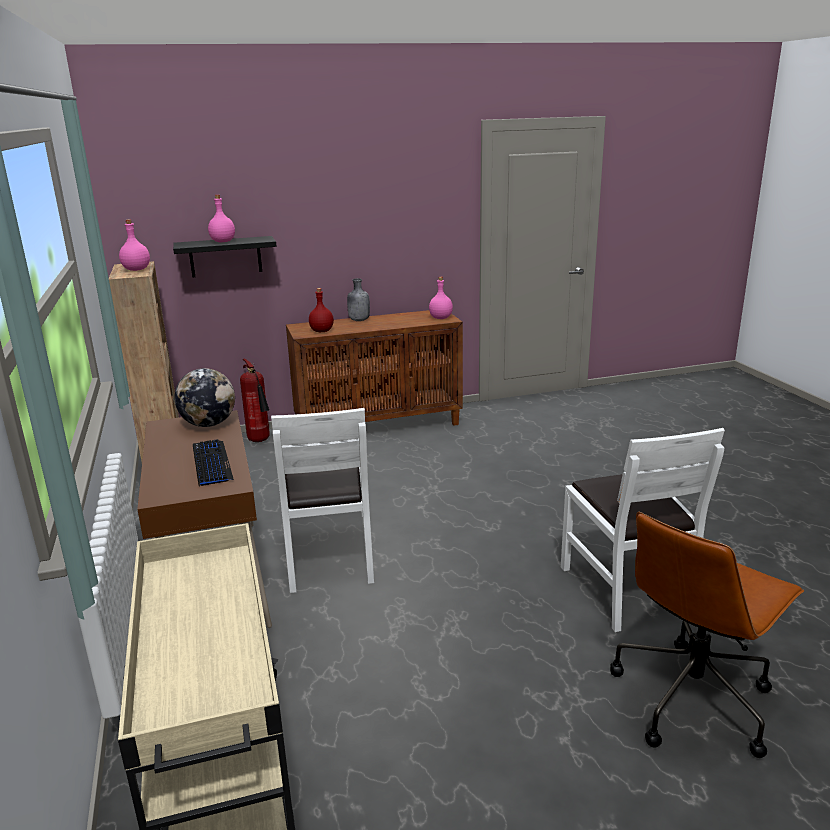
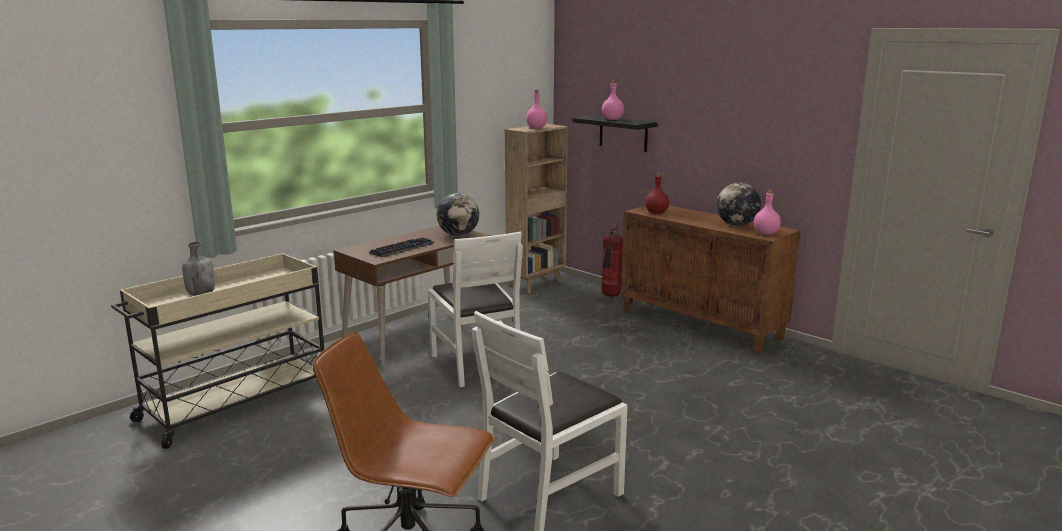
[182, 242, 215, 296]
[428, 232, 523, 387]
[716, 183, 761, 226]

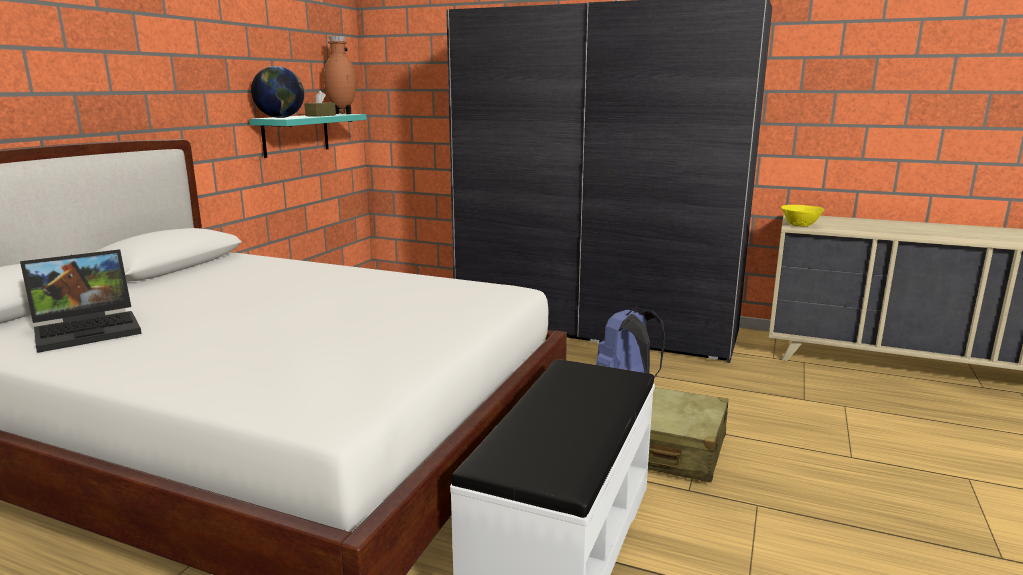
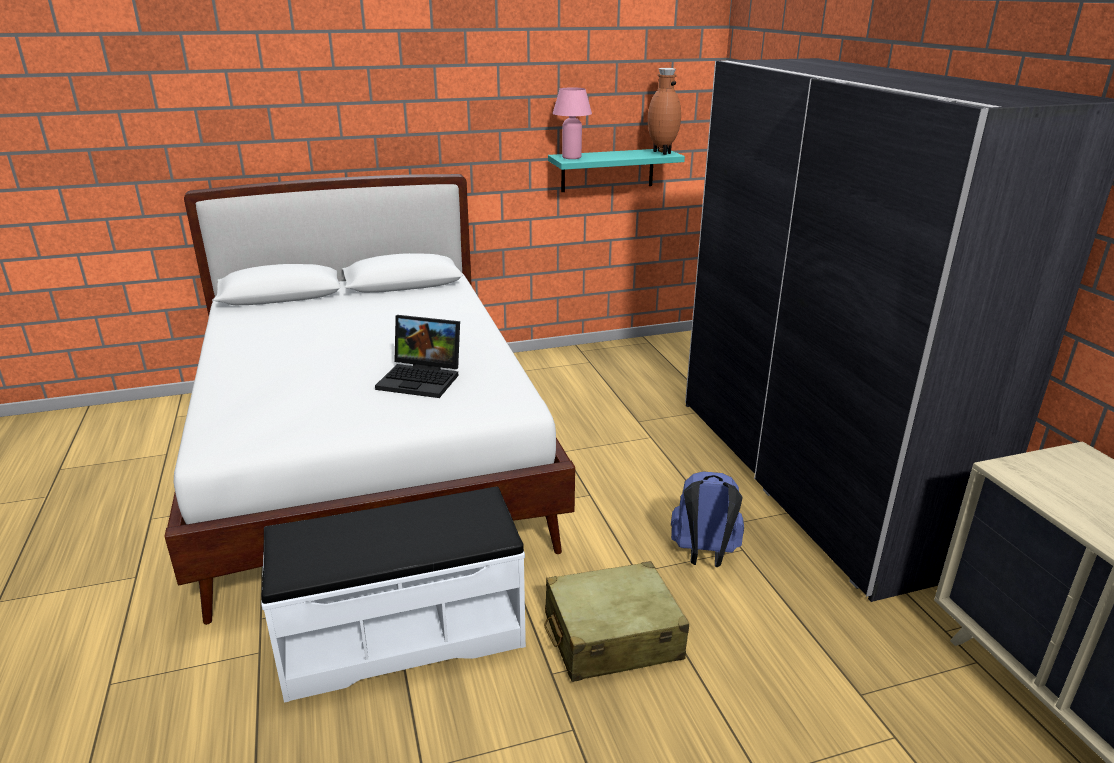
[553, 87, 592, 159]
[304, 91, 336, 117] (first image)
[781, 205, 825, 226] (first image)
[375, 315, 460, 398]

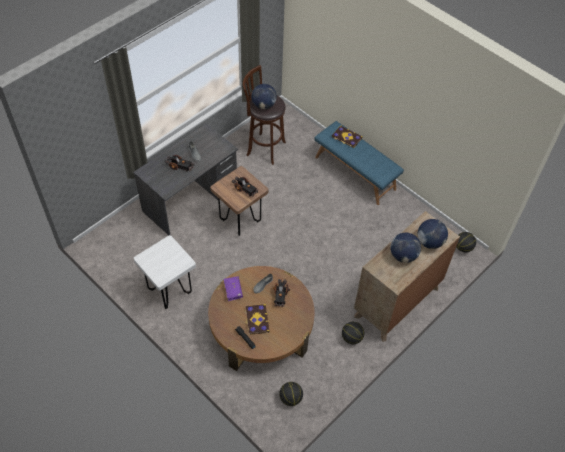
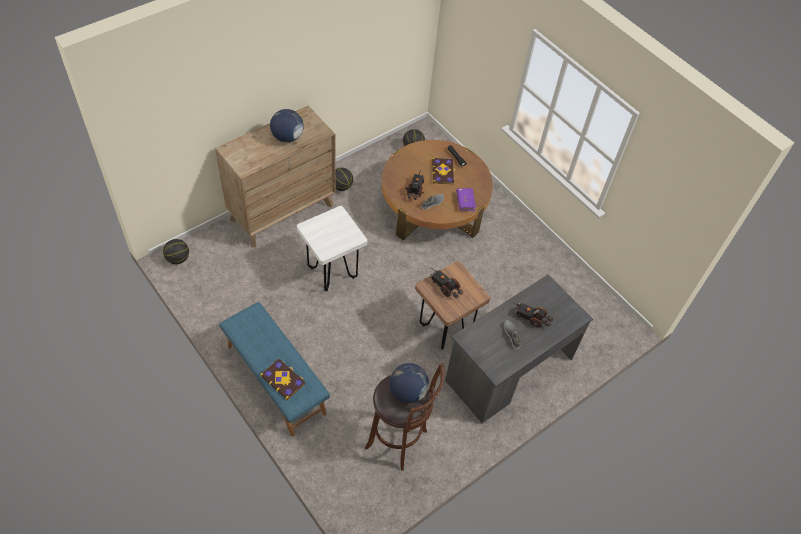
[418, 219, 448, 249] (first image)
[297, 206, 367, 291]

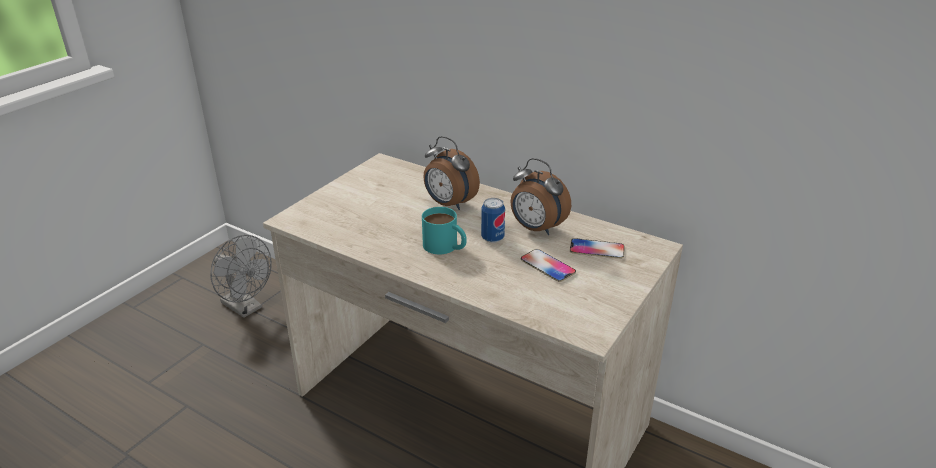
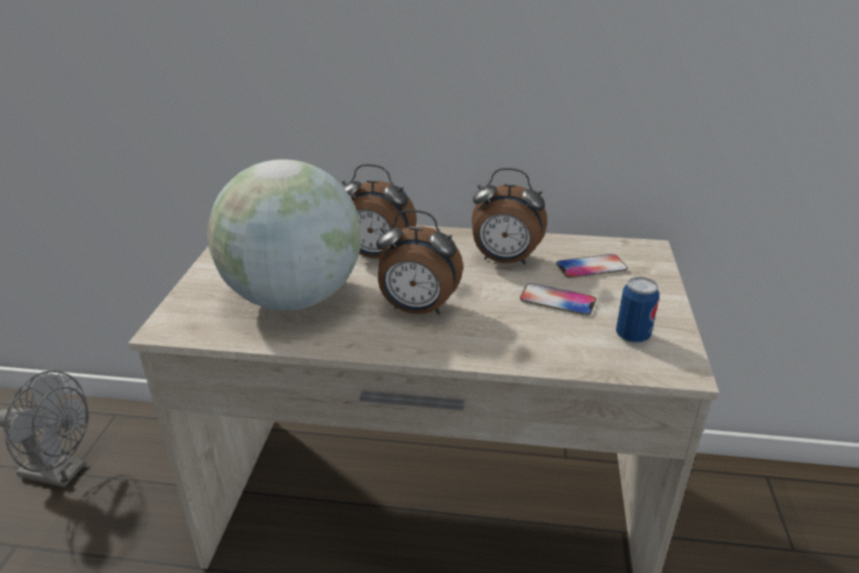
[616, 277, 659, 344]
[376, 210, 463, 314]
[207, 159, 361, 311]

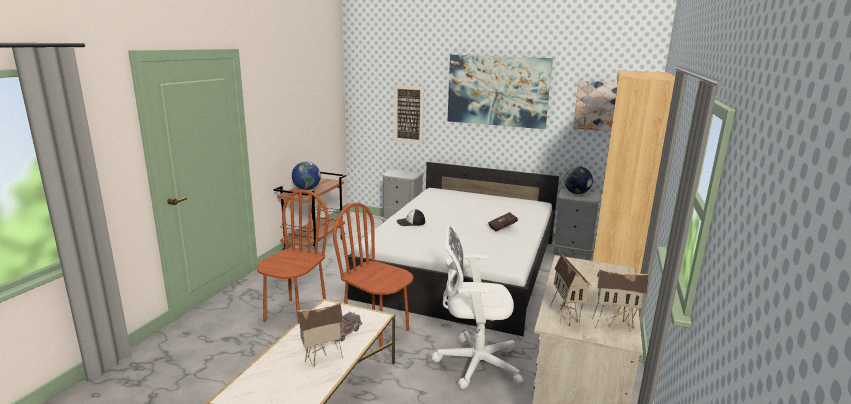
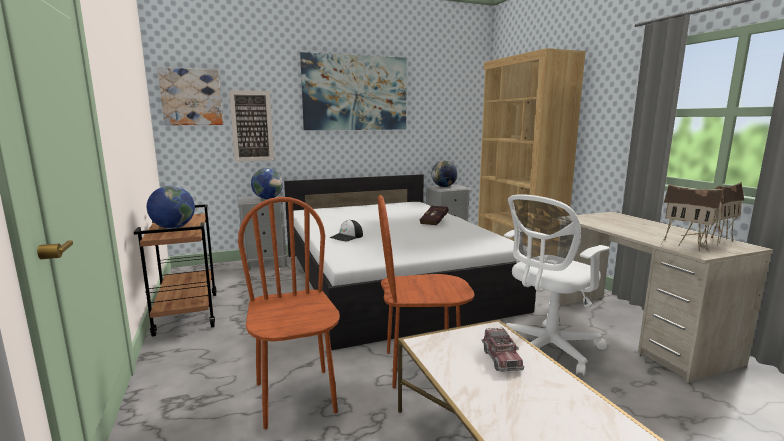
[158, 67, 223, 125]
[297, 303, 343, 367] (first image)
[251, 168, 283, 199]

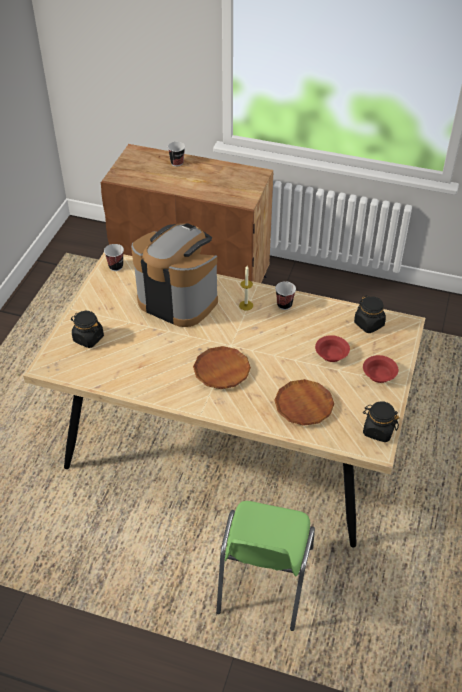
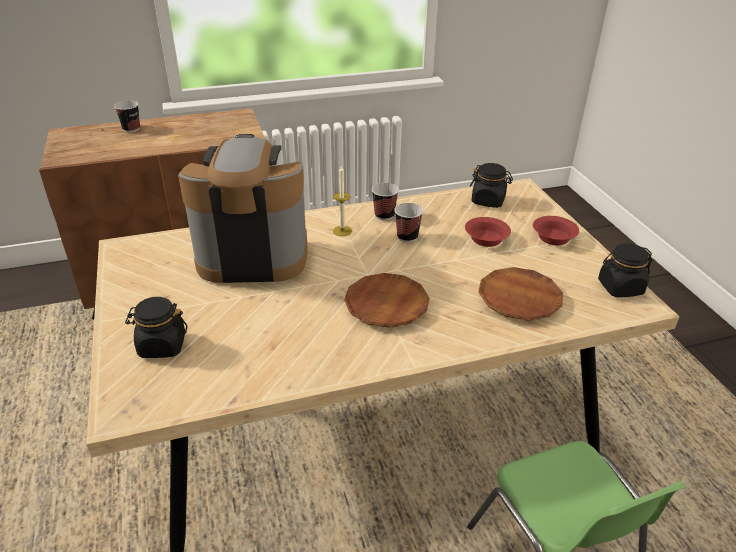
[394, 203, 423, 242]

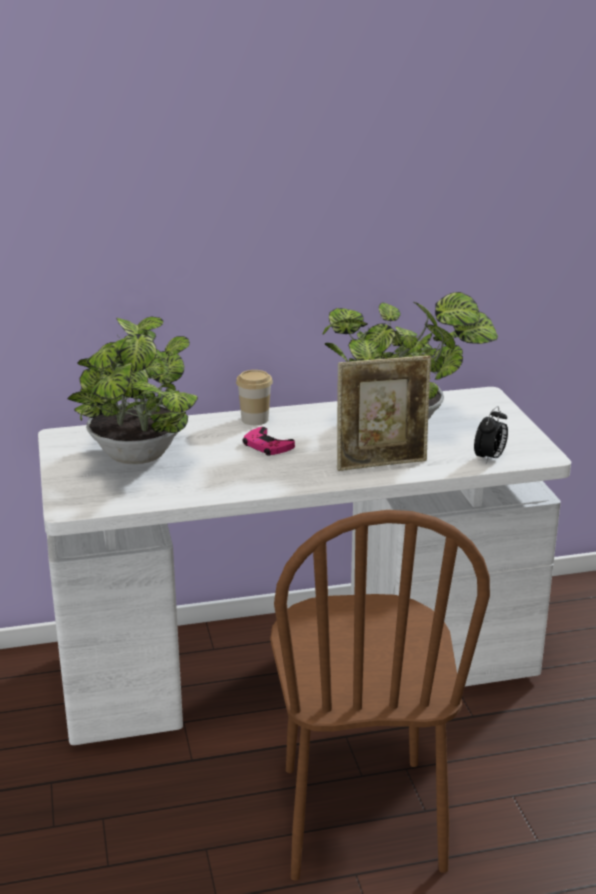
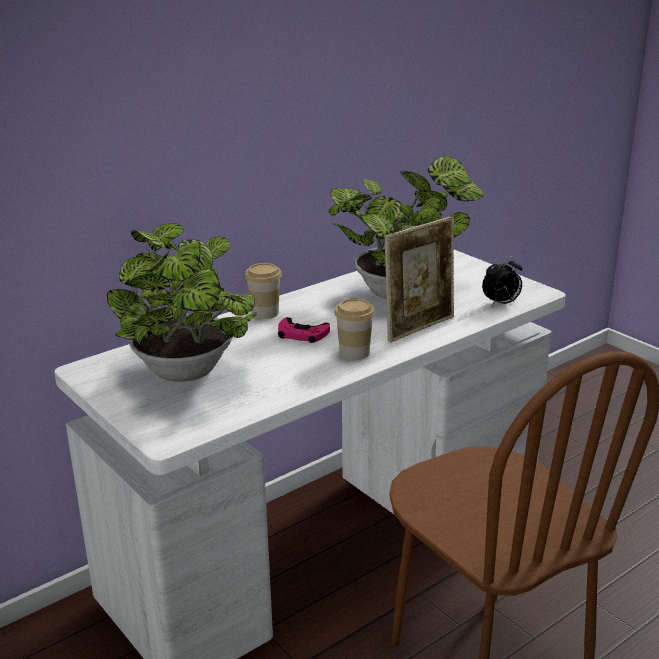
[482, 256, 523, 307]
[334, 299, 375, 360]

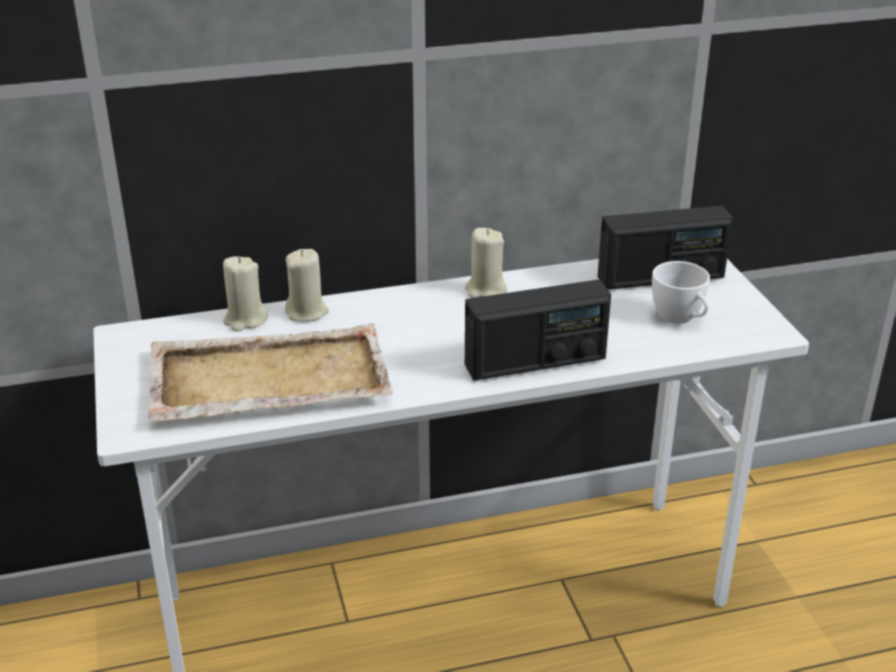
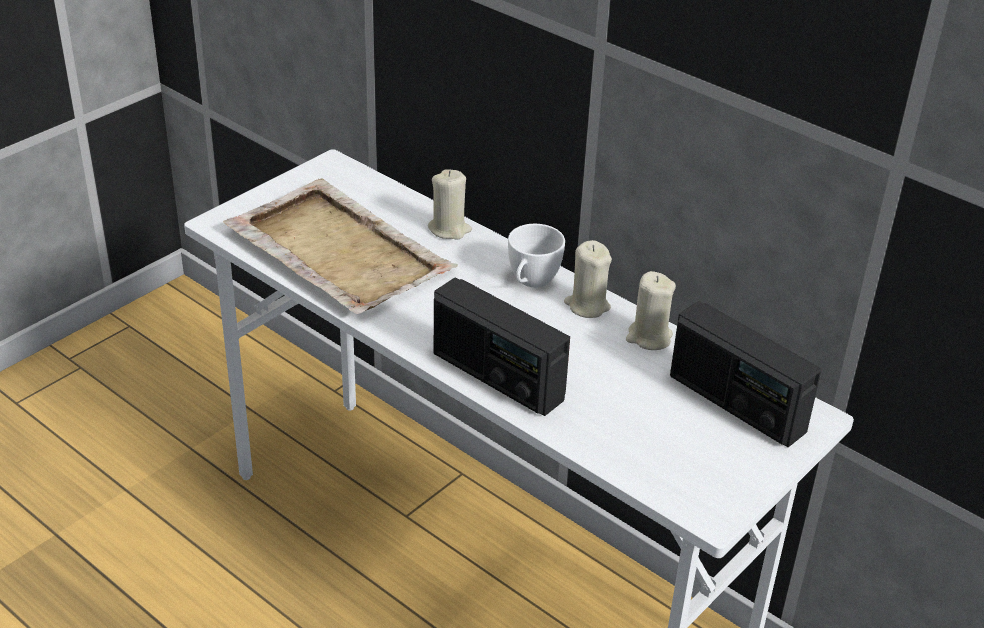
[626, 271, 676, 350]
[508, 224, 565, 287]

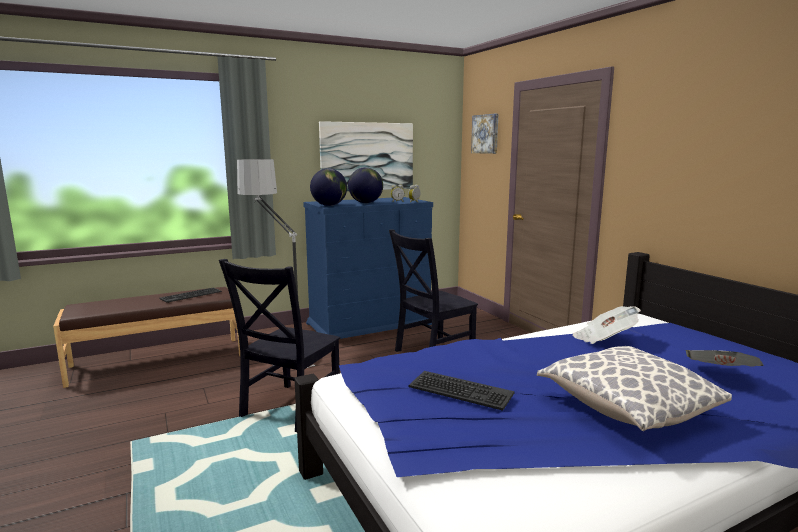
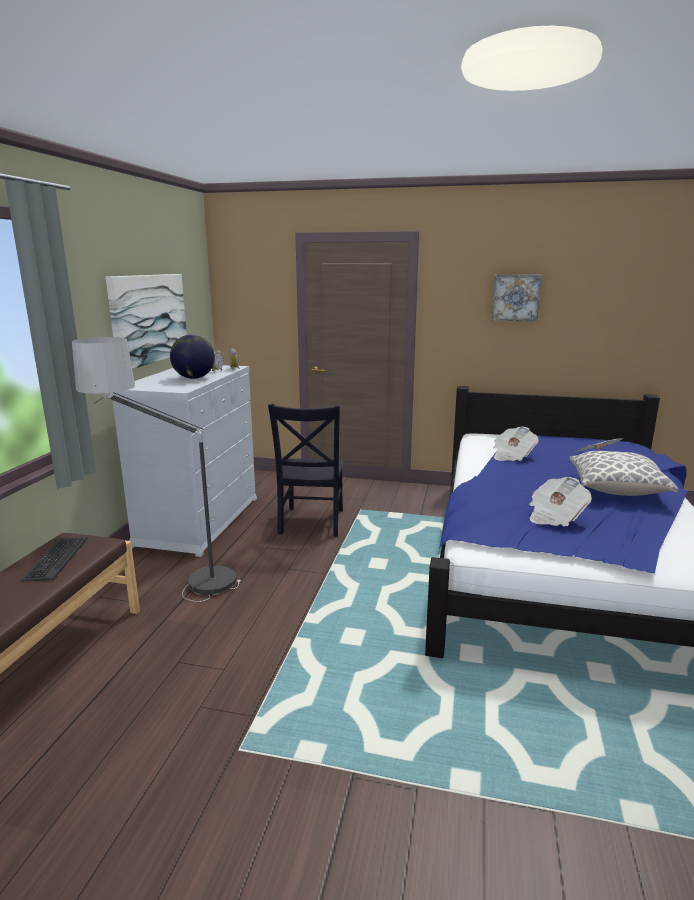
[492, 275, 542, 322]
[310, 168, 347, 206] (first image)
[110, 365, 257, 557]
[219, 259, 340, 432] (first image)
[529, 477, 592, 526]

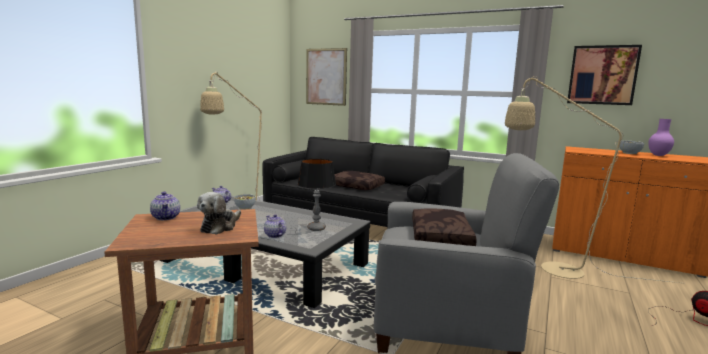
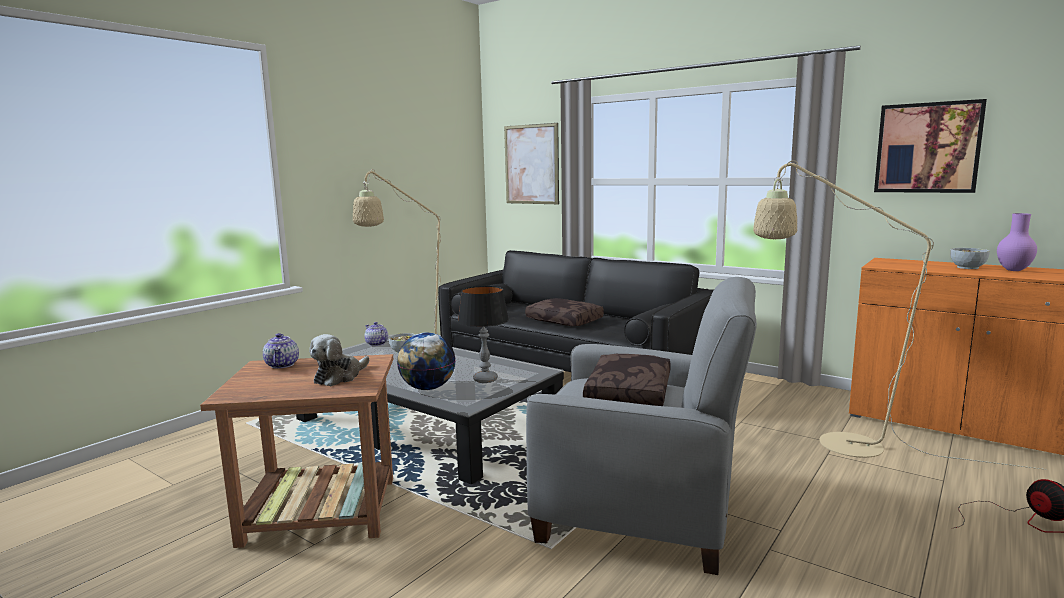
[397, 332, 455, 390]

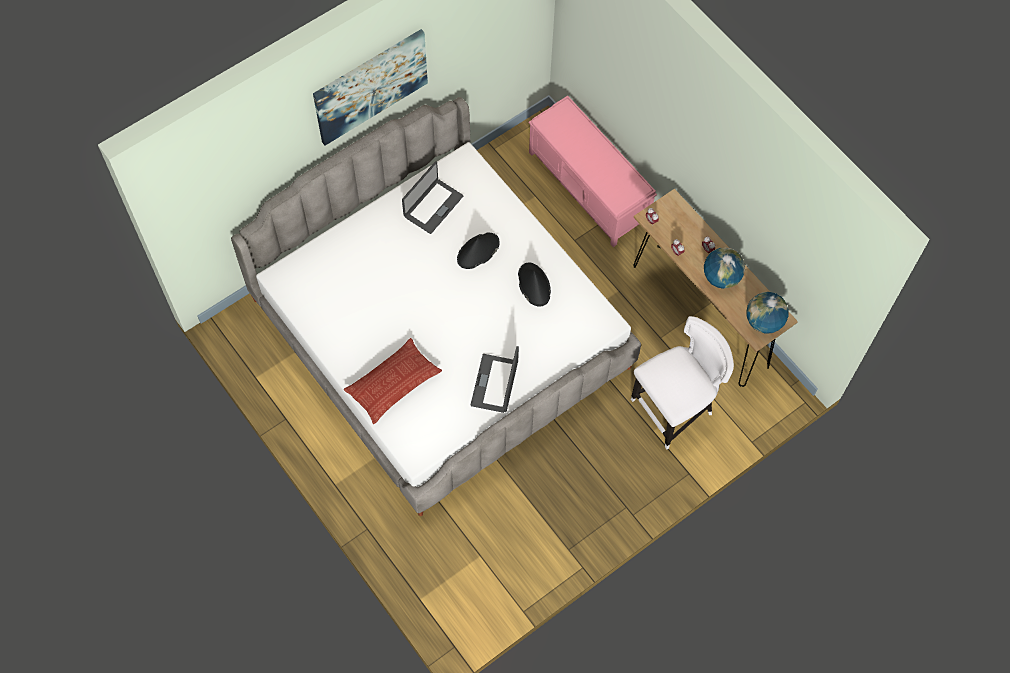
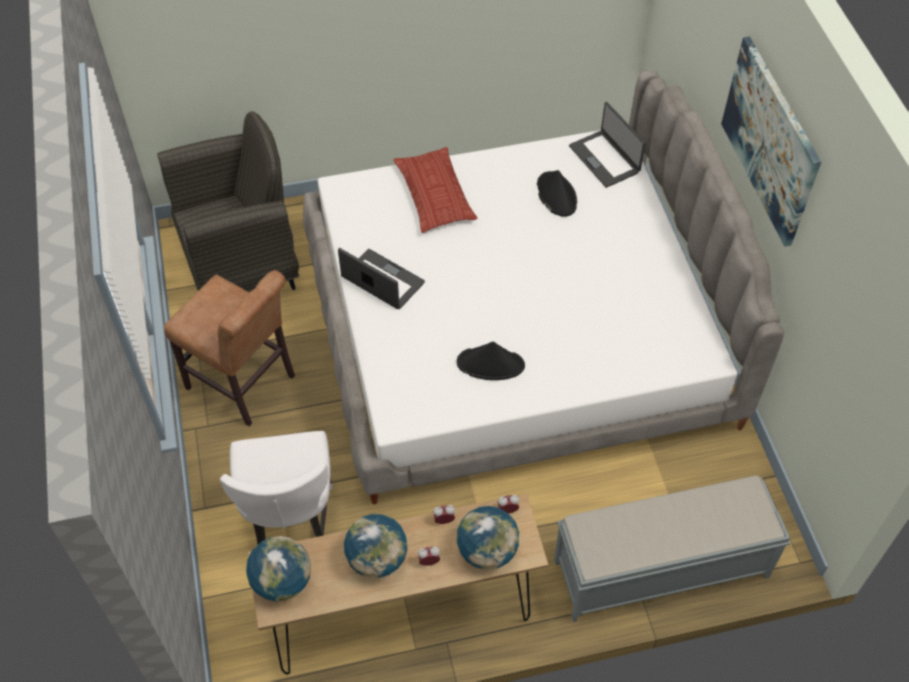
[554, 476, 790, 622]
[569, 102, 646, 188]
[537, 170, 577, 217]
[157, 111, 299, 292]
[164, 270, 295, 426]
[457, 506, 519, 570]

